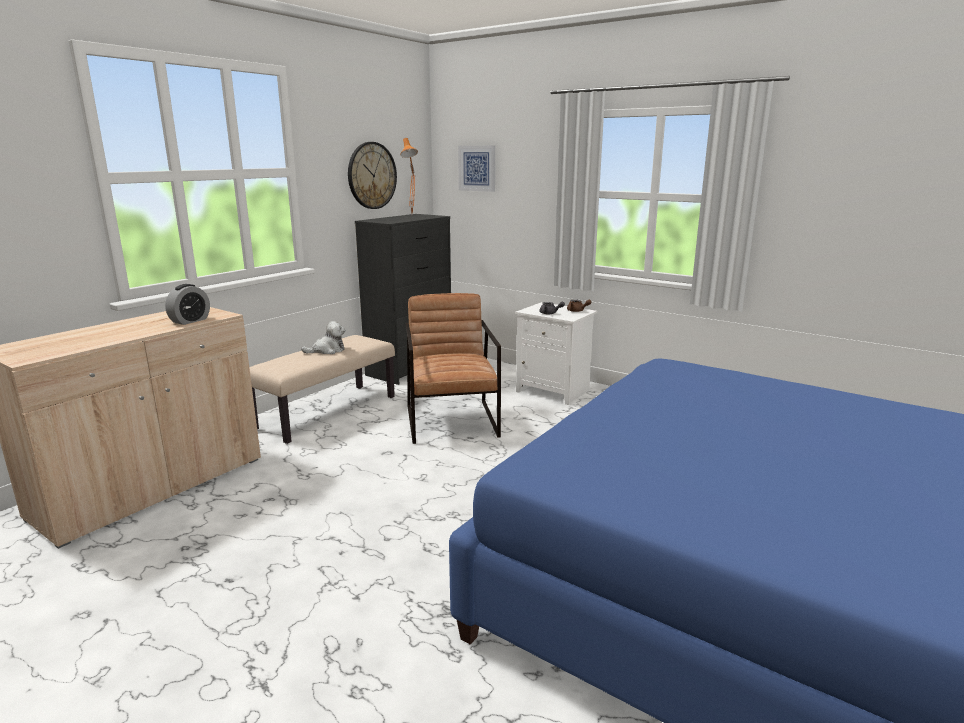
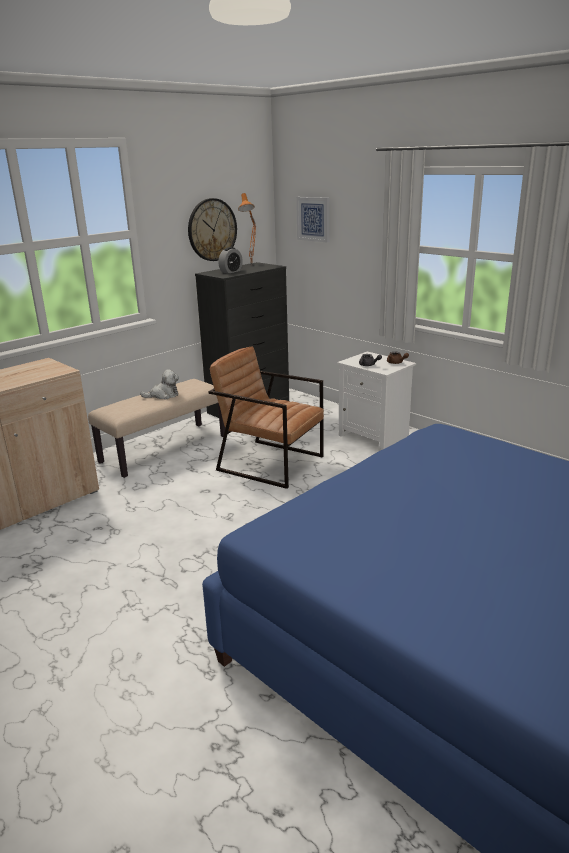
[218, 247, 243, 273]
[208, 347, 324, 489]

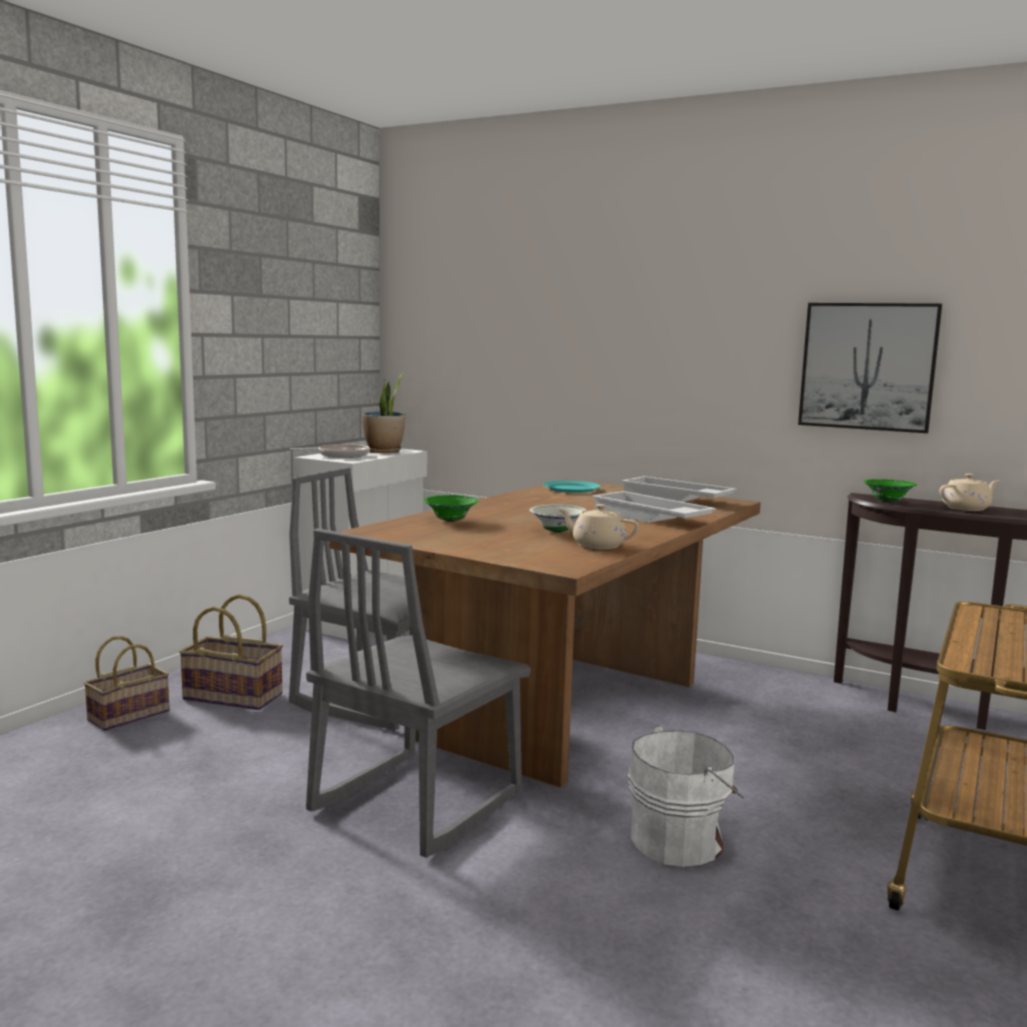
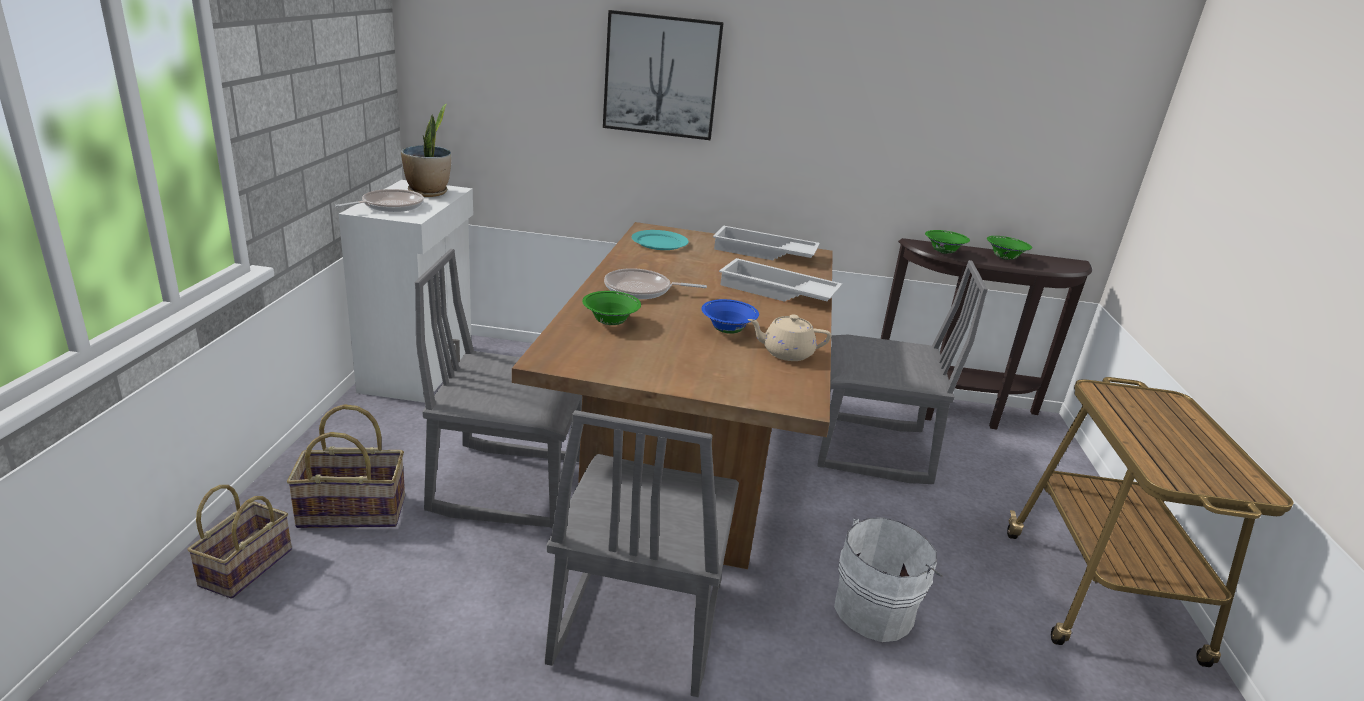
[603, 10, 724, 140]
[987, 236, 1032, 260]
[701, 299, 759, 334]
[818, 260, 988, 484]
[604, 268, 707, 299]

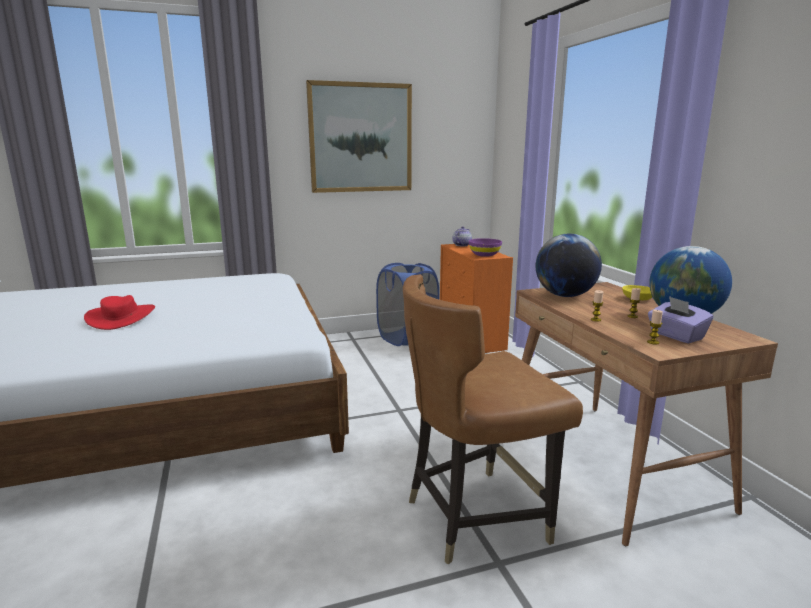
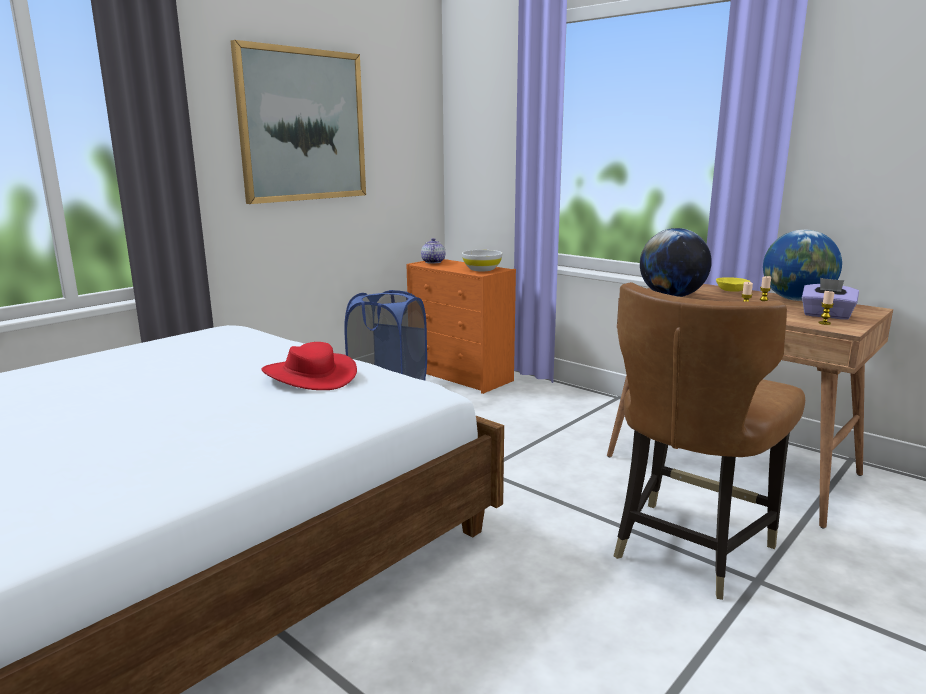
[462, 250, 502, 271]
[262, 342, 357, 390]

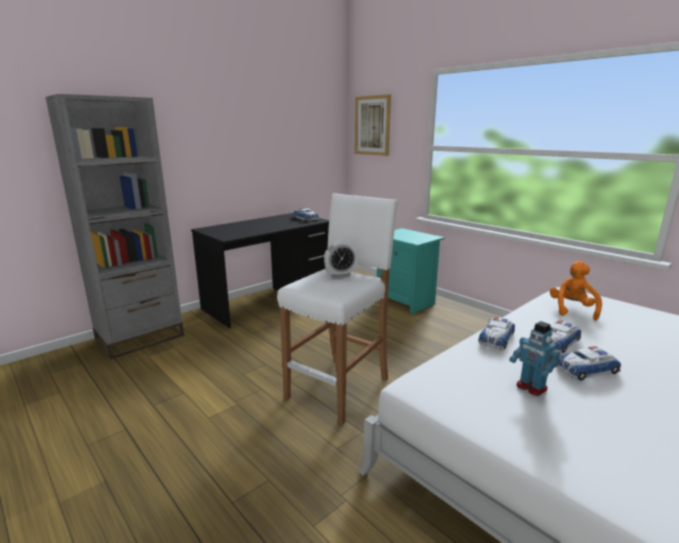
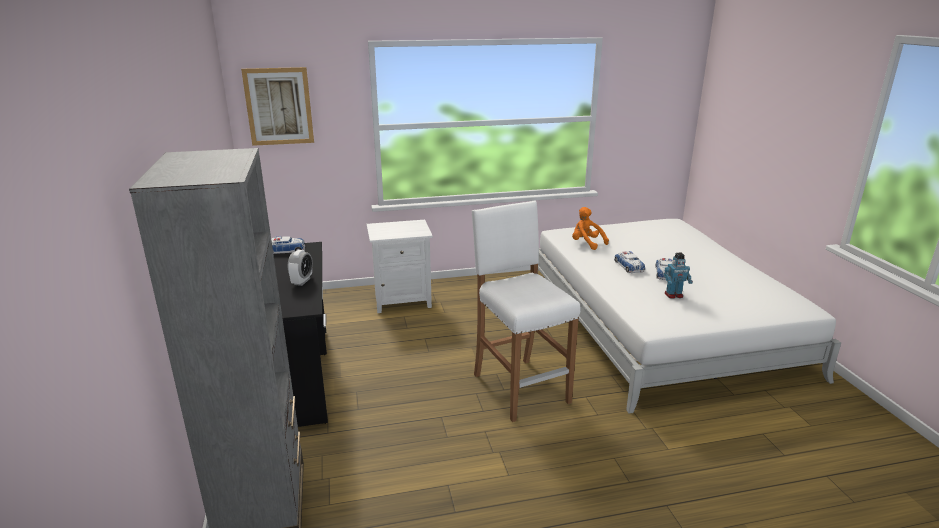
[367, 220, 433, 313]
[288, 250, 313, 286]
[478, 317, 515, 350] (first image)

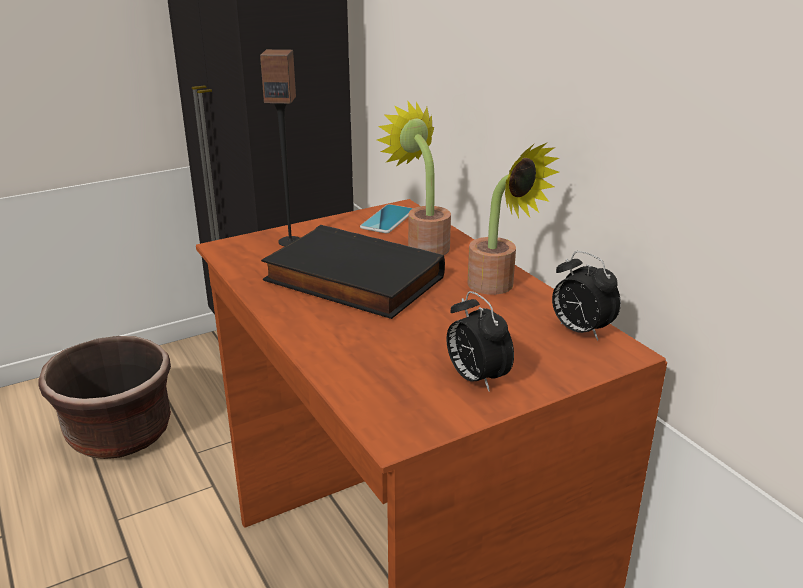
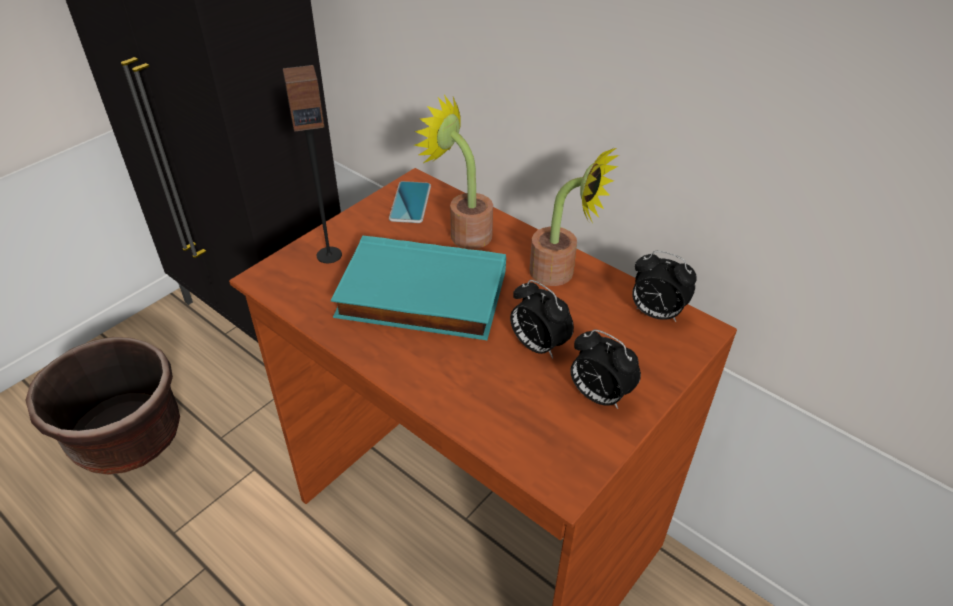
[331, 236, 506, 340]
[510, 280, 574, 359]

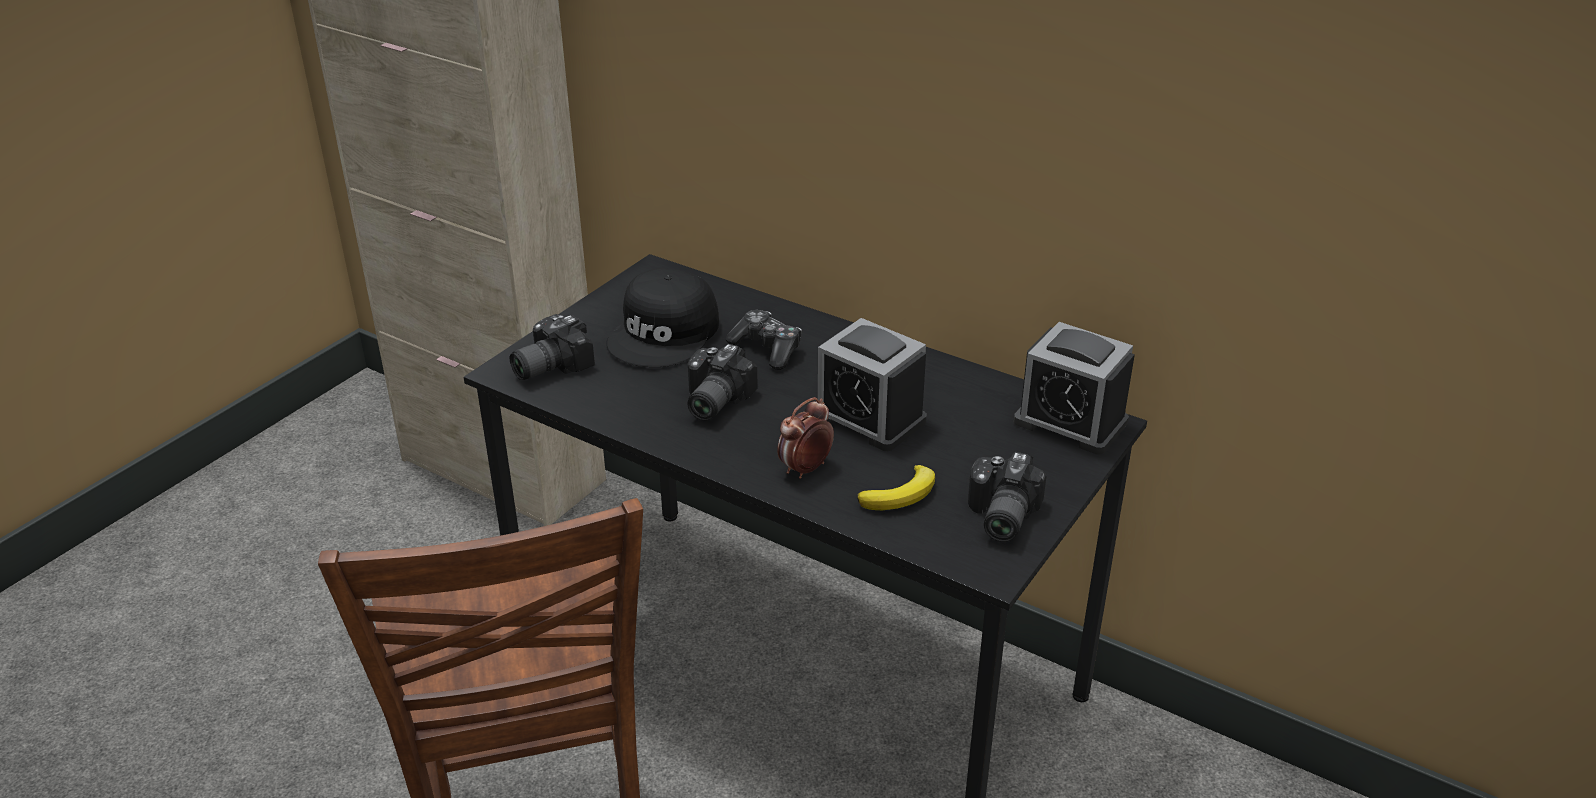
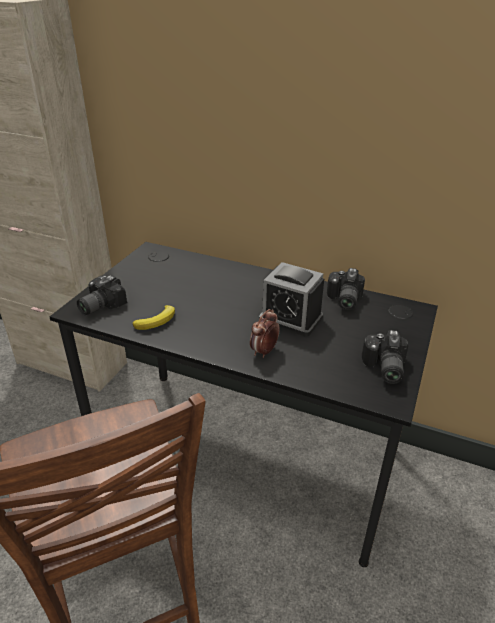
[606, 268, 719, 367] (first image)
[726, 310, 802, 370] (first image)
[1014, 322, 1135, 455] (first image)
[327, 268, 365, 311]
[133, 305, 175, 330]

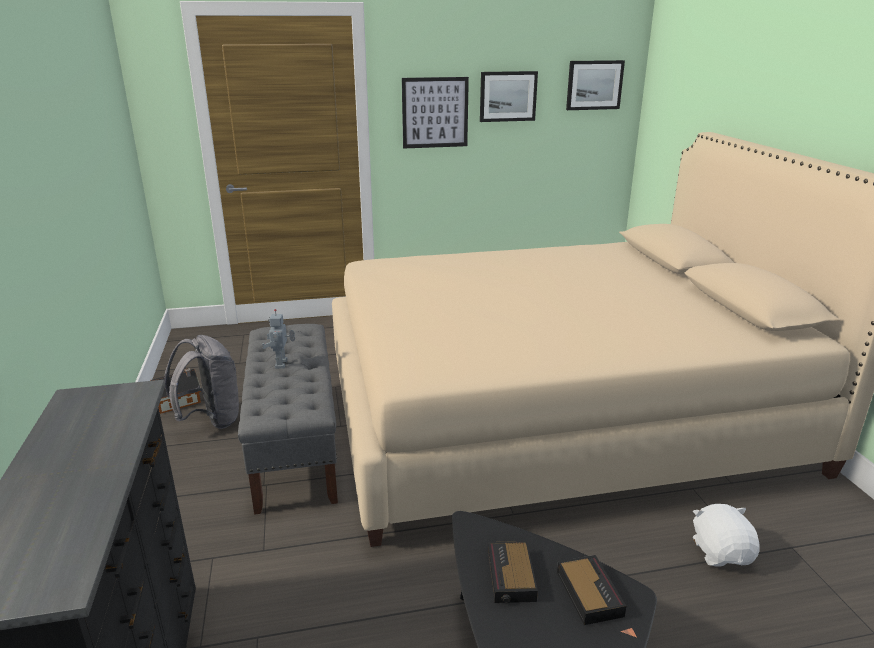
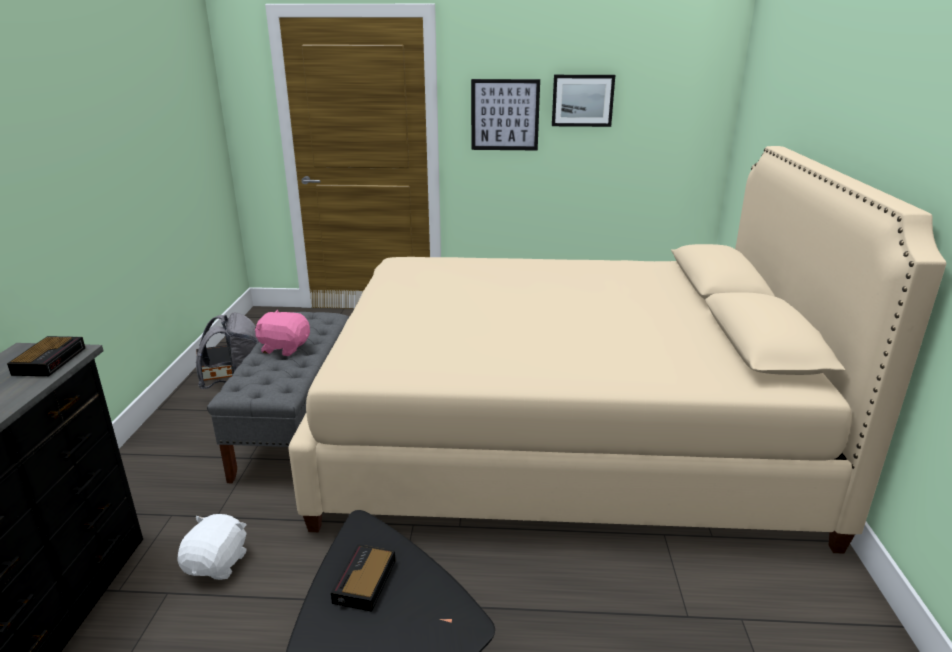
[566, 60, 625, 110] (first image)
[255, 310, 310, 356]
[177, 514, 247, 580]
[7, 336, 85, 376]

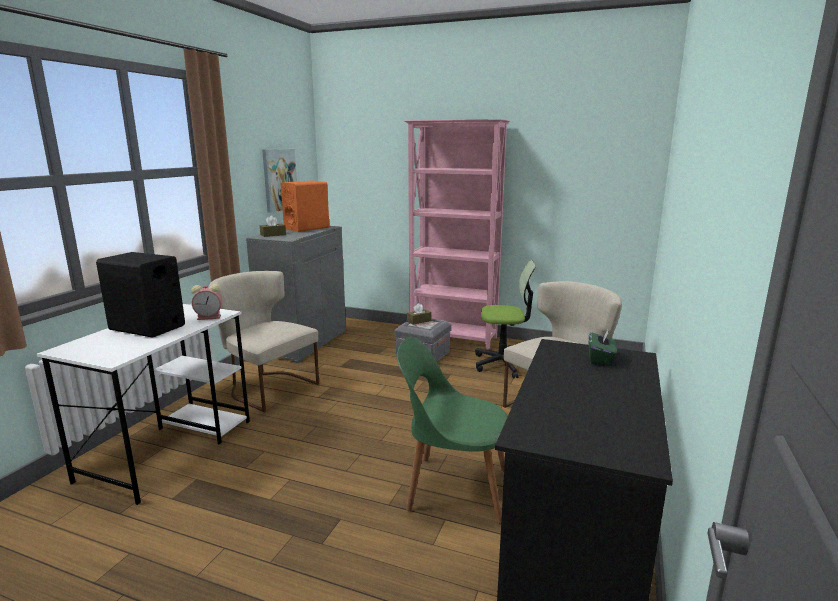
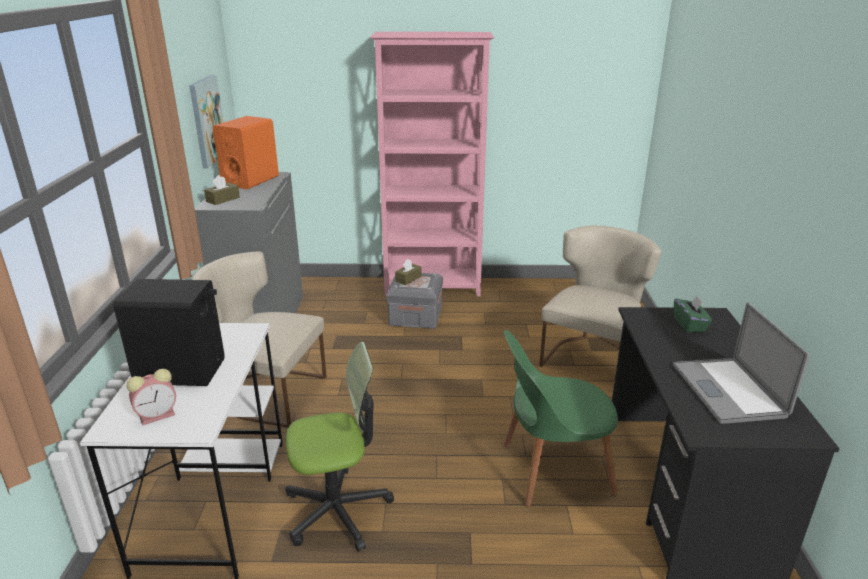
[285, 342, 394, 552]
[127, 369, 176, 426]
[673, 302, 809, 424]

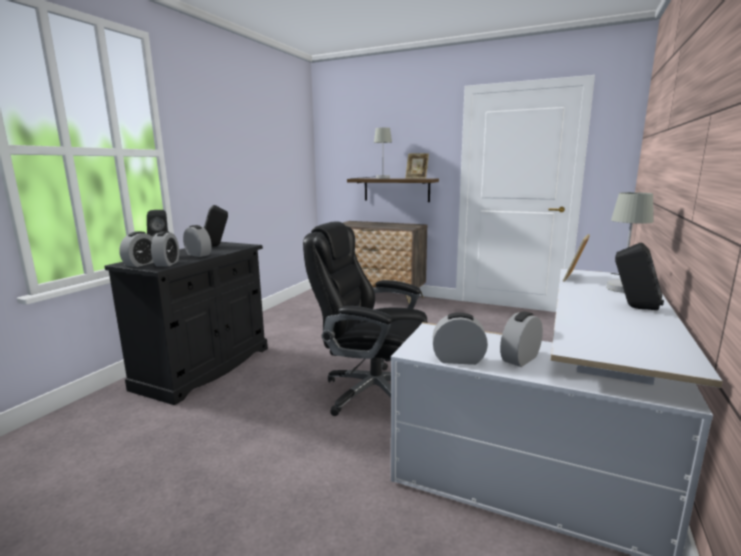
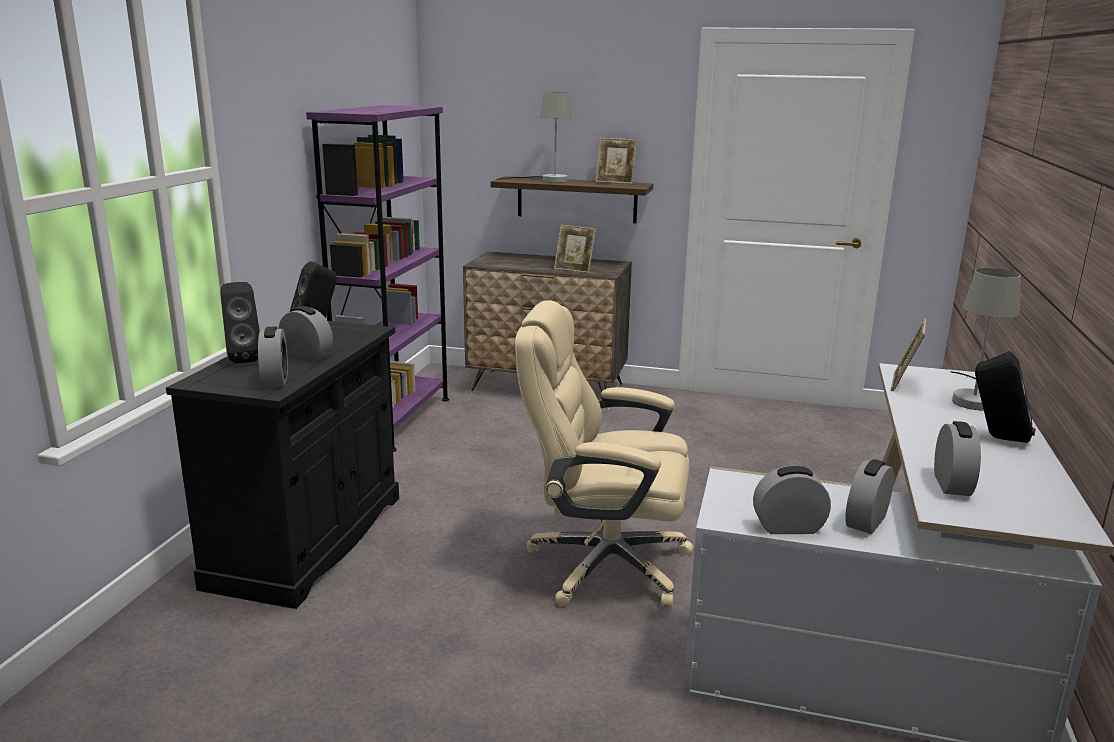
[515, 300, 693, 607]
[934, 421, 981, 496]
[306, 105, 449, 452]
[554, 225, 596, 273]

